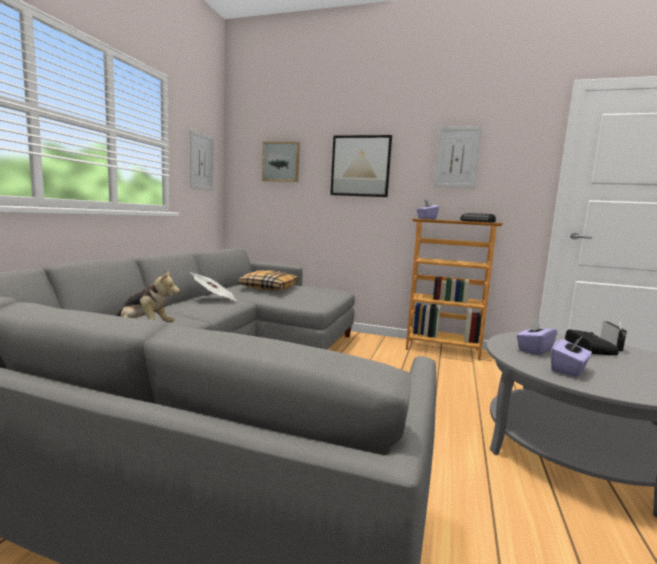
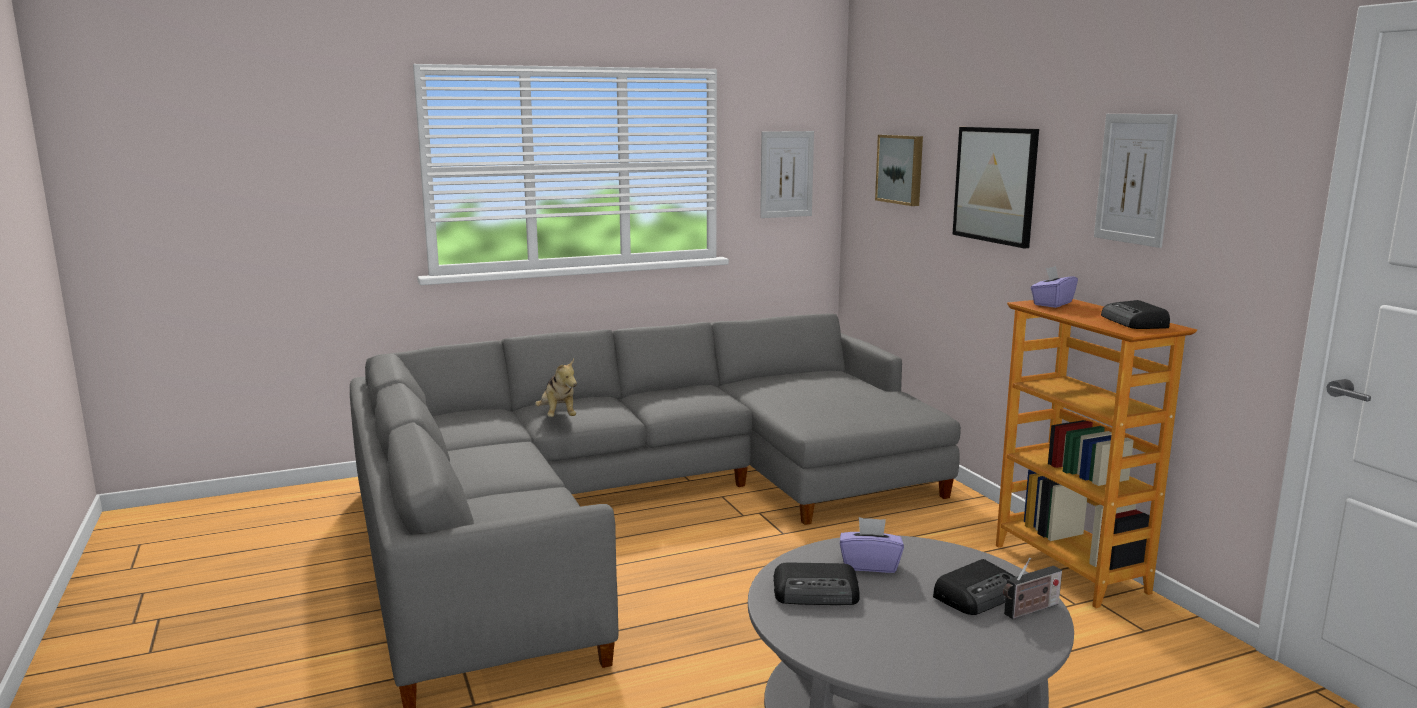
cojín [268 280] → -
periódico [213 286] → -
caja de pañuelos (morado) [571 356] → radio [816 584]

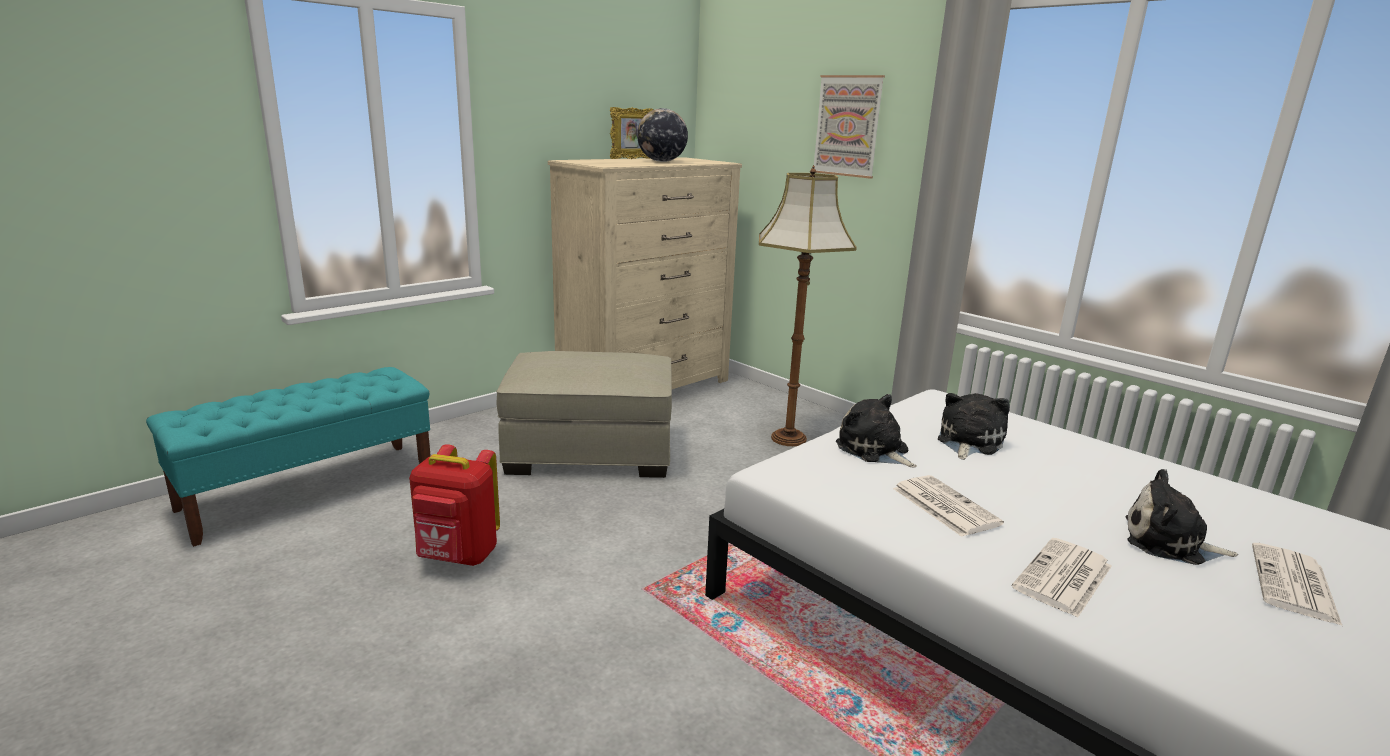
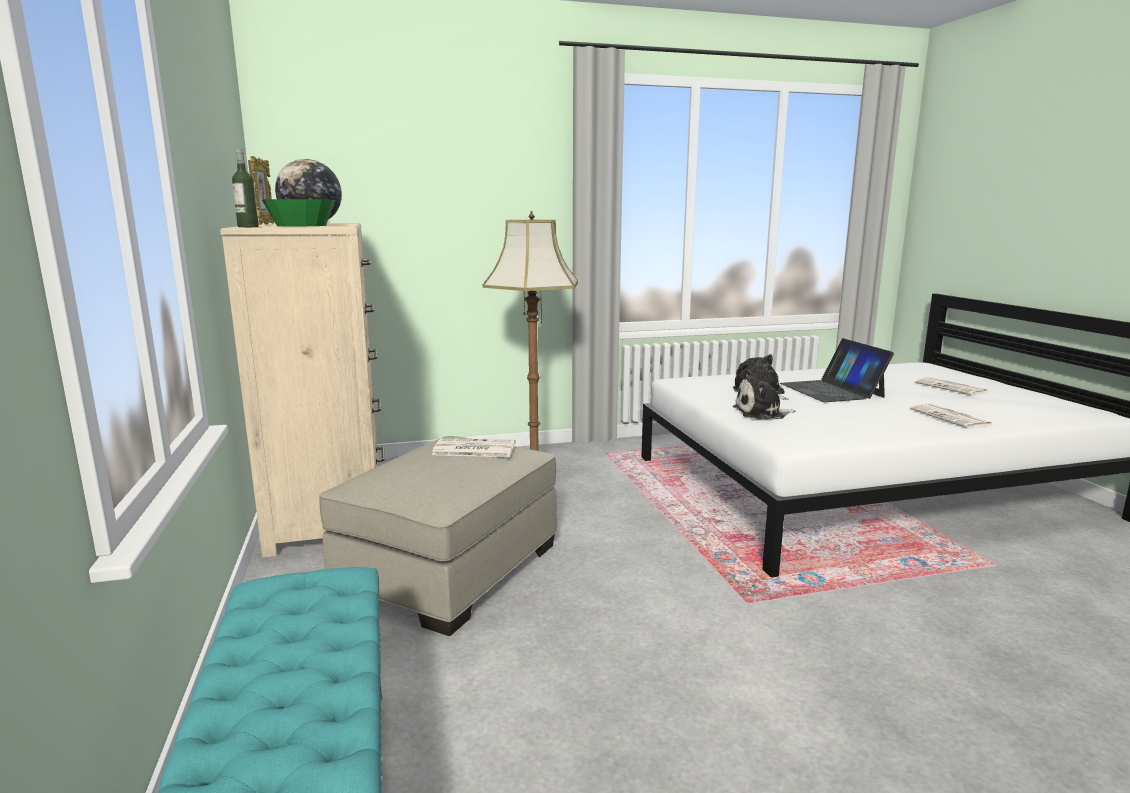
cuadro [849 126] → -
mochila (rojo) [454 505] → -
peluche [1182 517] → -
periódico [948 506] → periódico [473 447], shifted
- → botella [245 188]
- → cuenco (verde) [298 212]
- → portátil [837 370]

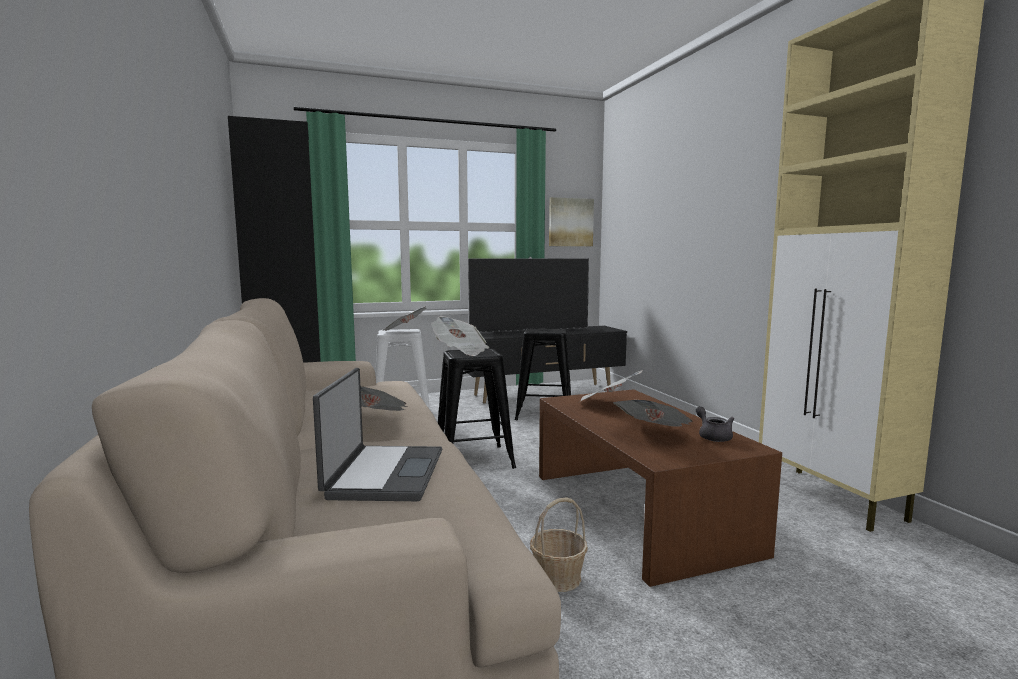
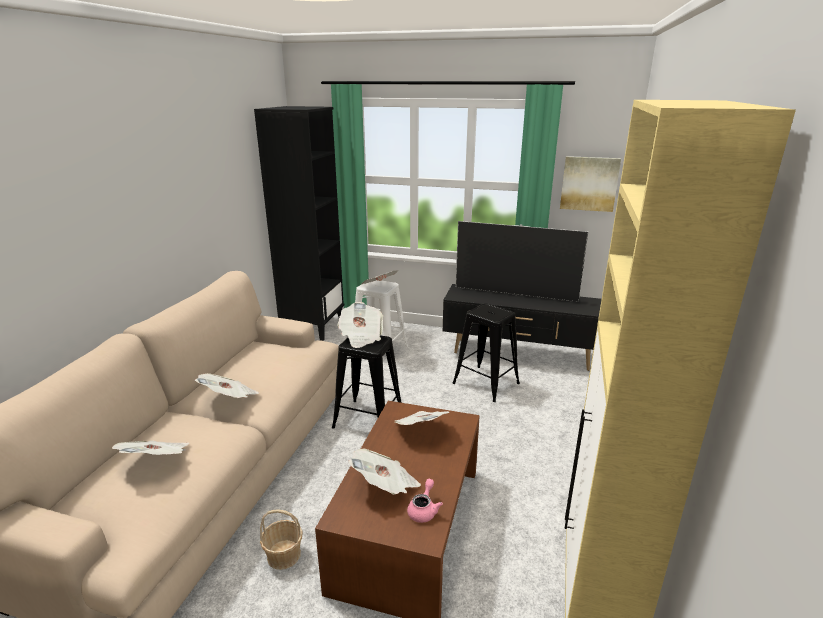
portátil [377 434] → periódico [150 447]
tetera (gris) [715 424] → tetera (rosa) [425 501]

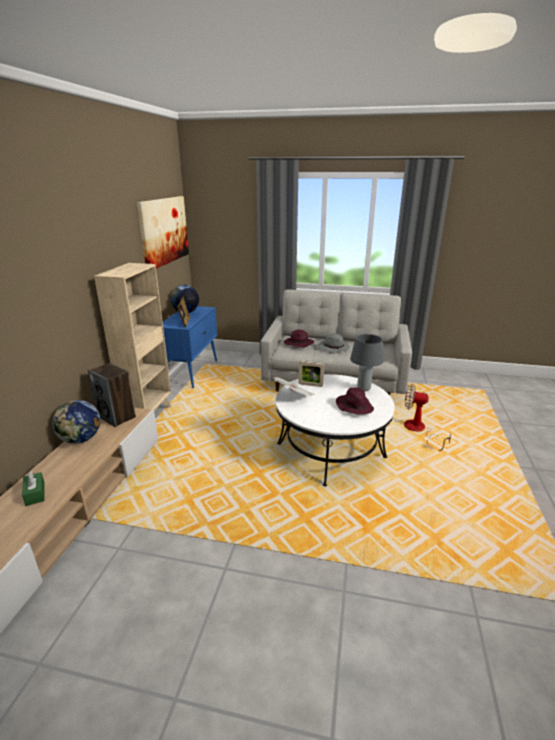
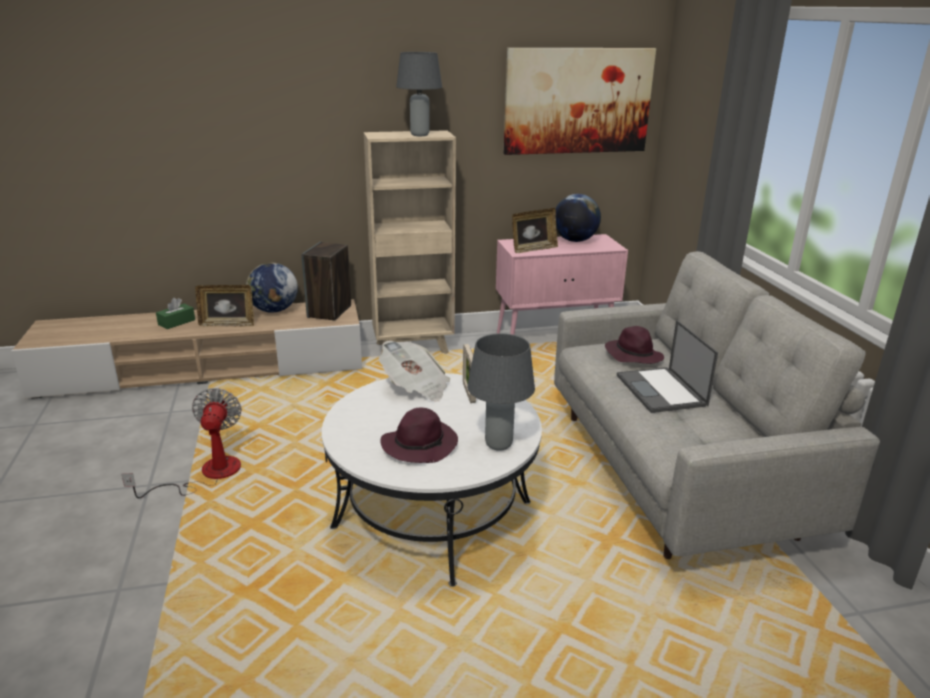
armario (azul) [190 347] → armario (rosa) [562 284]
sombrero (gris) [334 343] → portátil [667 366]
ventilador [427 417] → ventilador [181 443], shifted
- → lámpara de mesa (gris) [419 94]
- → portarretratos [224 306]

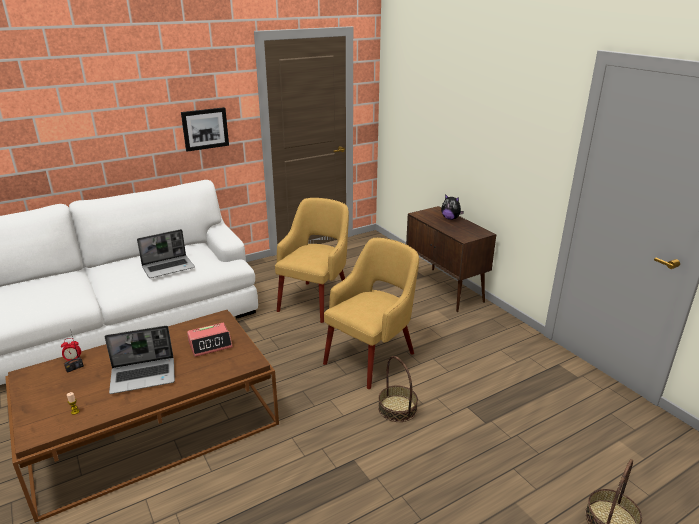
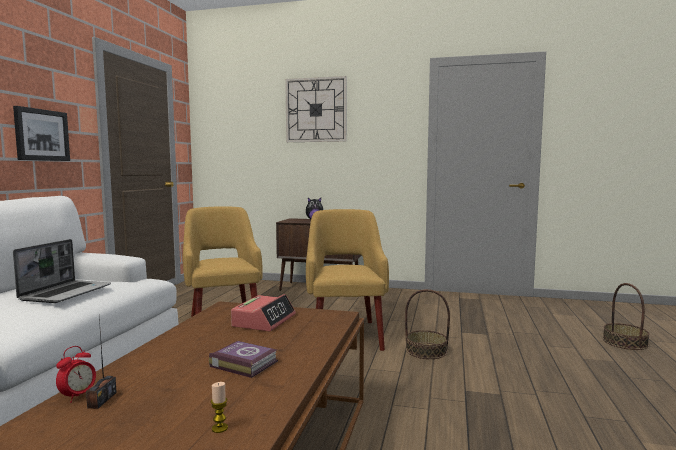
portátil [140 360] → libro [243 359]
- → reloj de pared [316 109]

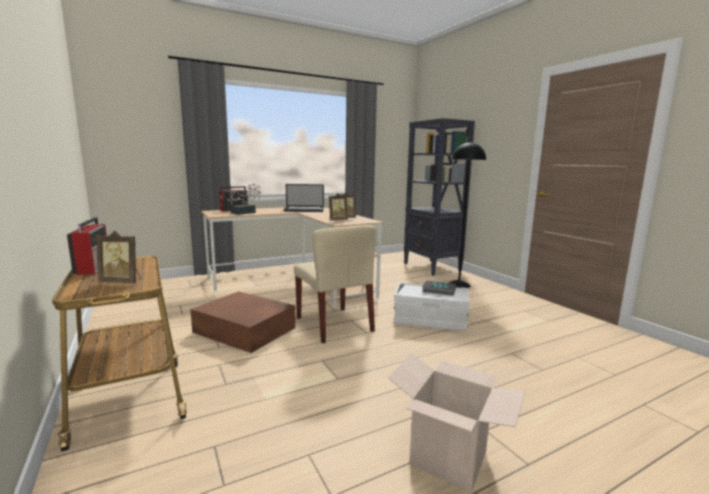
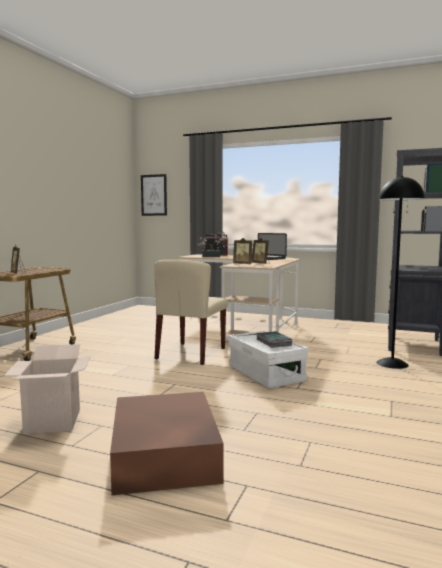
radio [87 246] → -
caja de almacenaje (marrón) [242 322] → caja de almacenaje (marrón) [167 443], shifted
- → cuadro [154 195]

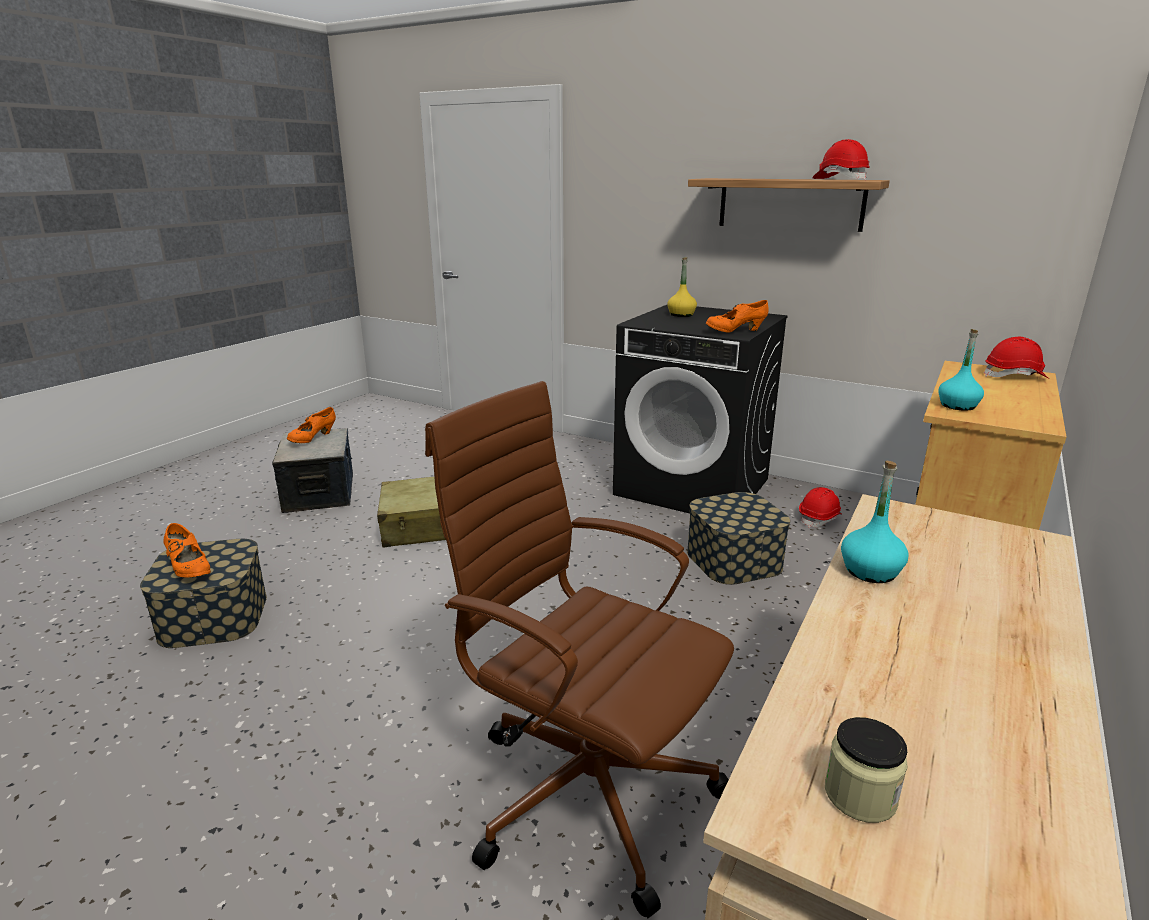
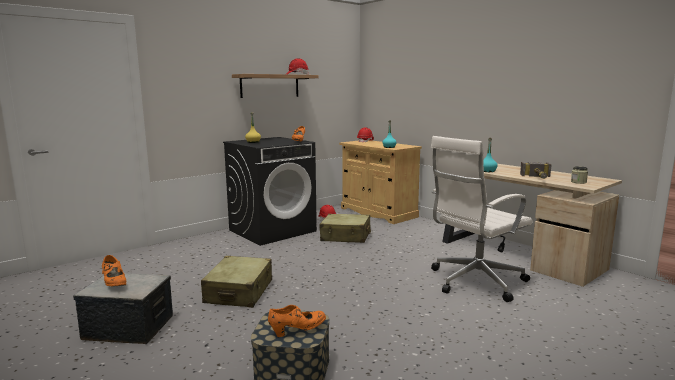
silla de oficina (marrón) [579 650] → silla de oficina (blanco) [482 219]
caja de almacenaje [738 538] → maleta (beis) [345 228]
- → martillo [536 170]

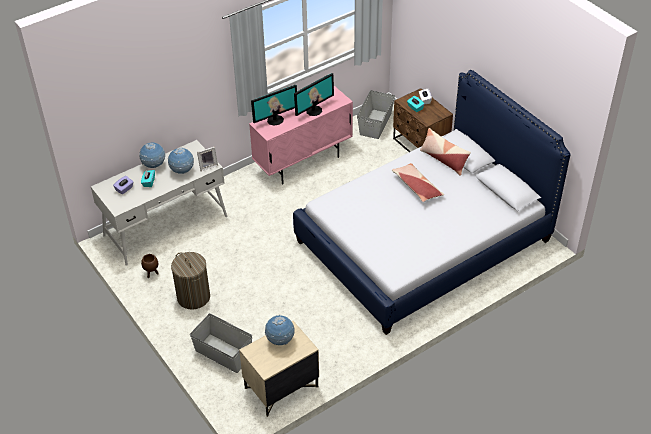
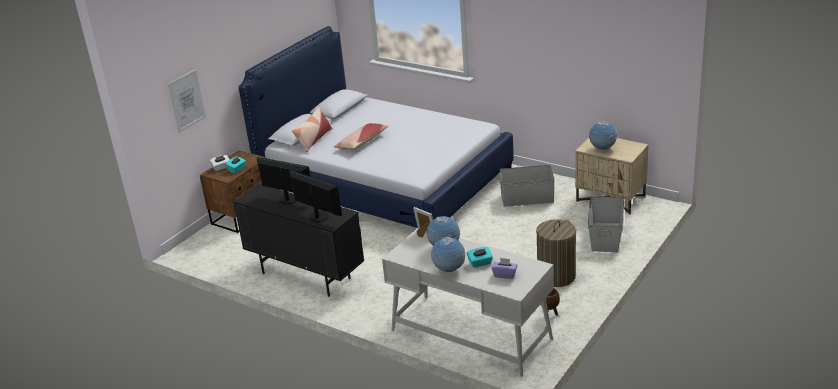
armario (rosa) [301 135] → armario (negro) [299 240]
caja de almacenaje (gris) [376 114] → caja de almacenaje (gris) [527 186], shifted
- → cuadro [187 101]

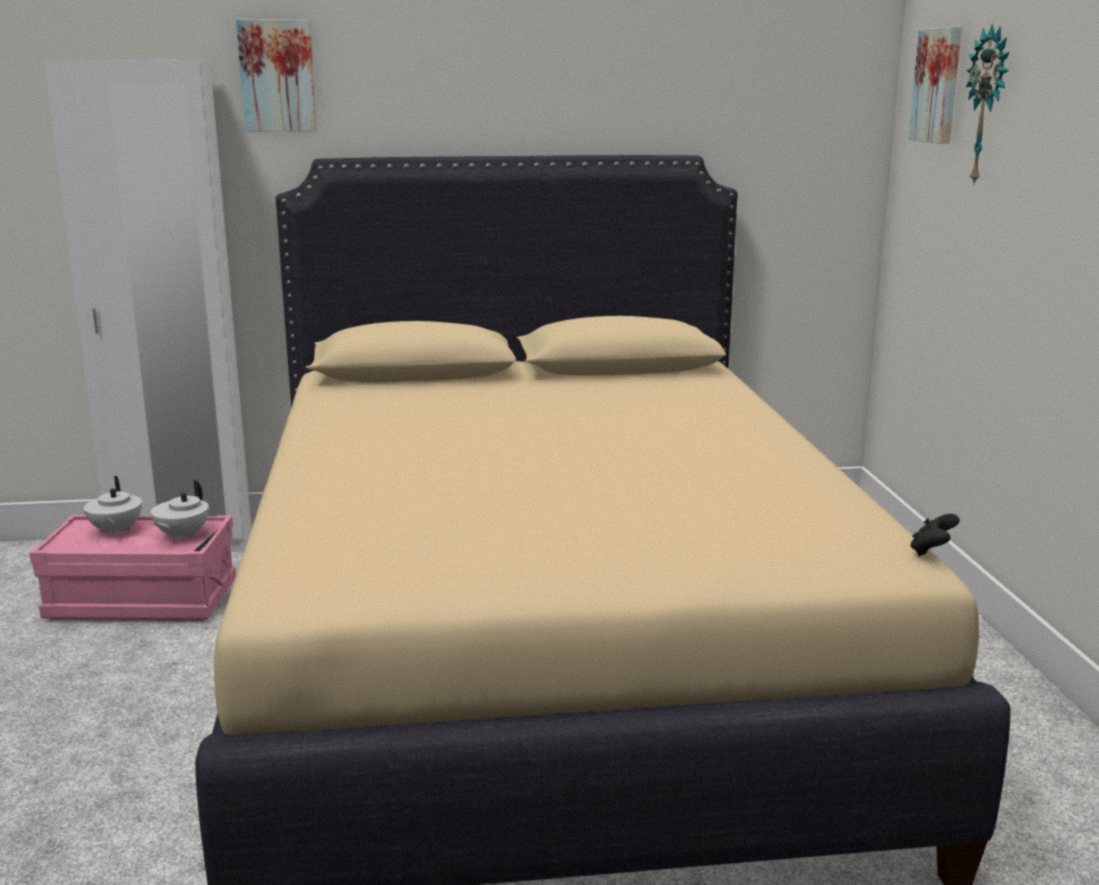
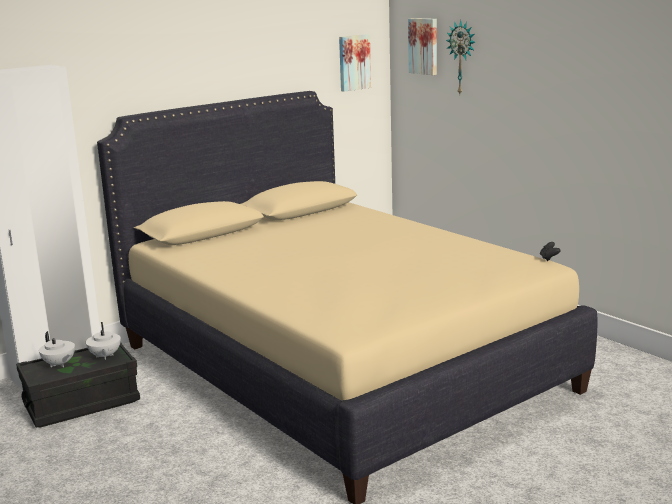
cuadro [276 75] → cuadro [355 63], shifted
caja de almacenaje (rosa) [132 568] → caja de almacenaje (negro) [78 385]

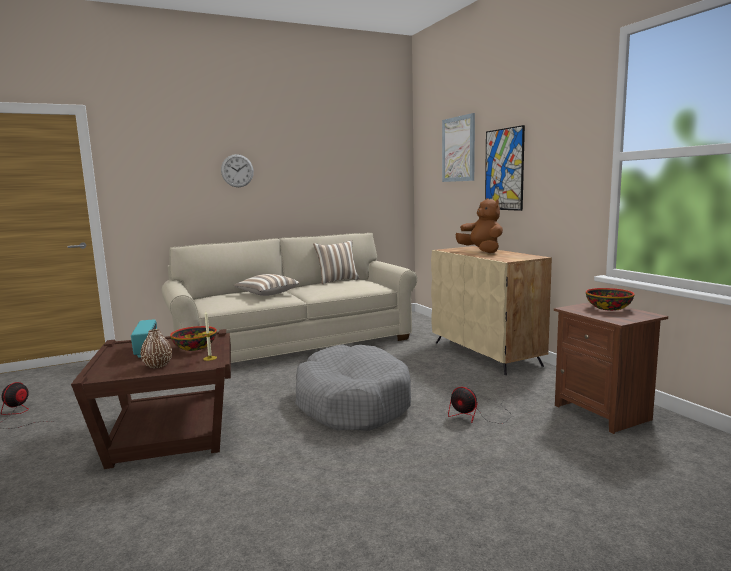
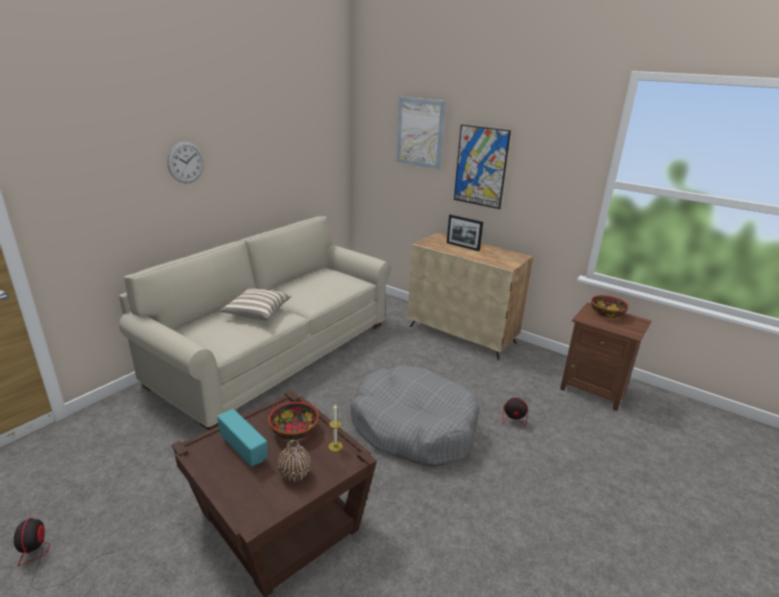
peluche (marrón) [479 225] → portarretratos [465 233]
cojín [336 262] → -

